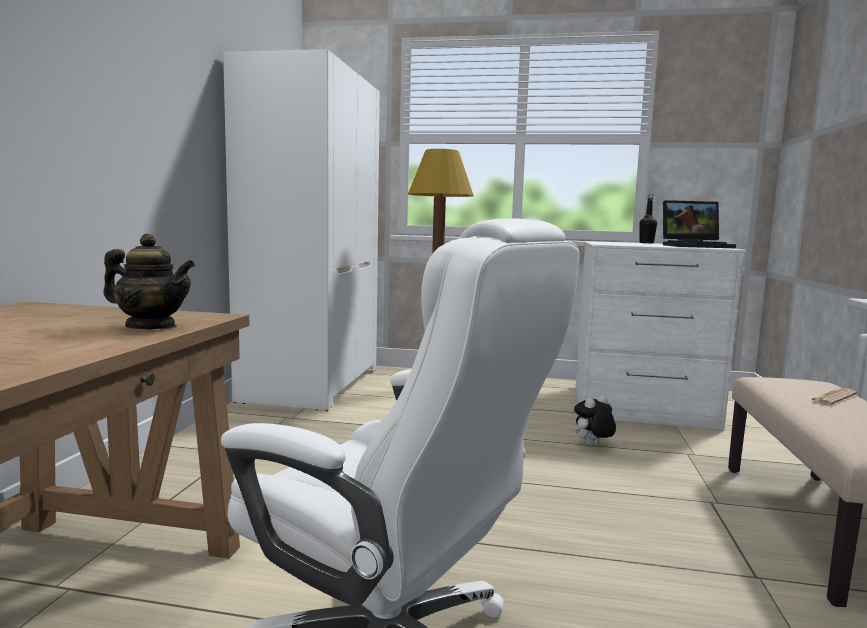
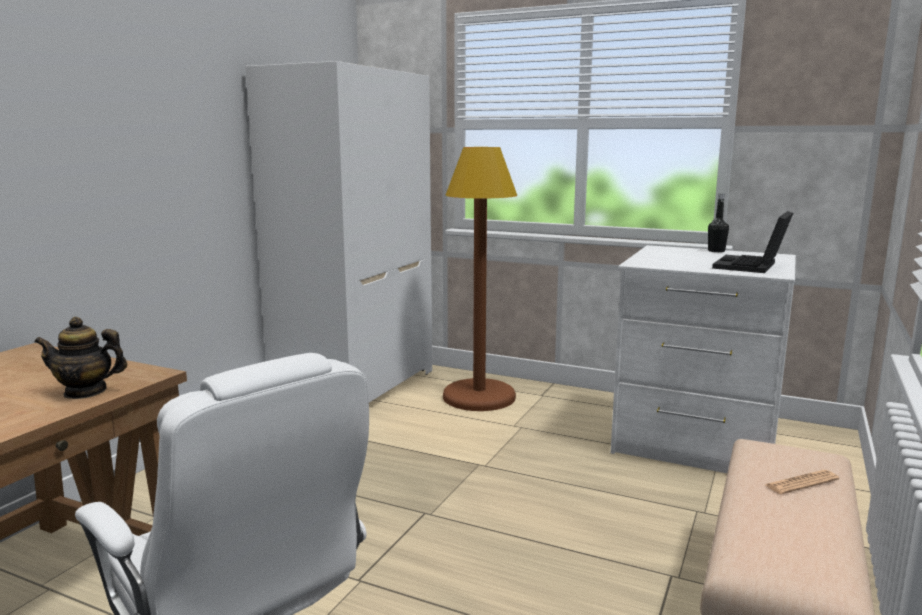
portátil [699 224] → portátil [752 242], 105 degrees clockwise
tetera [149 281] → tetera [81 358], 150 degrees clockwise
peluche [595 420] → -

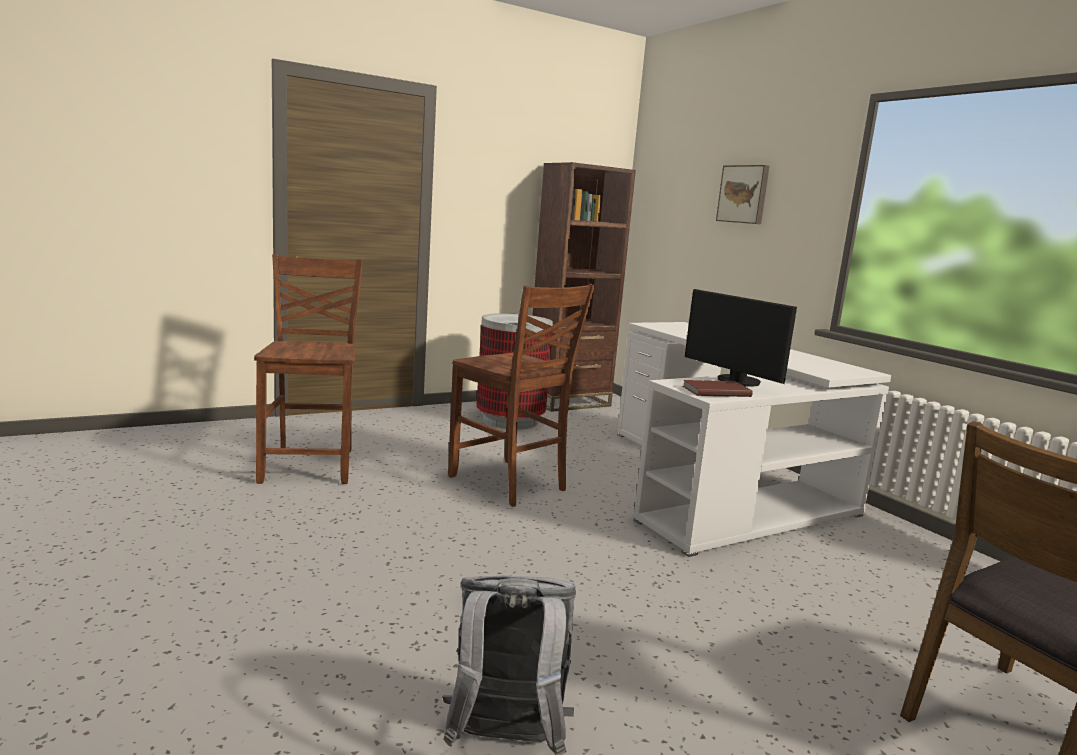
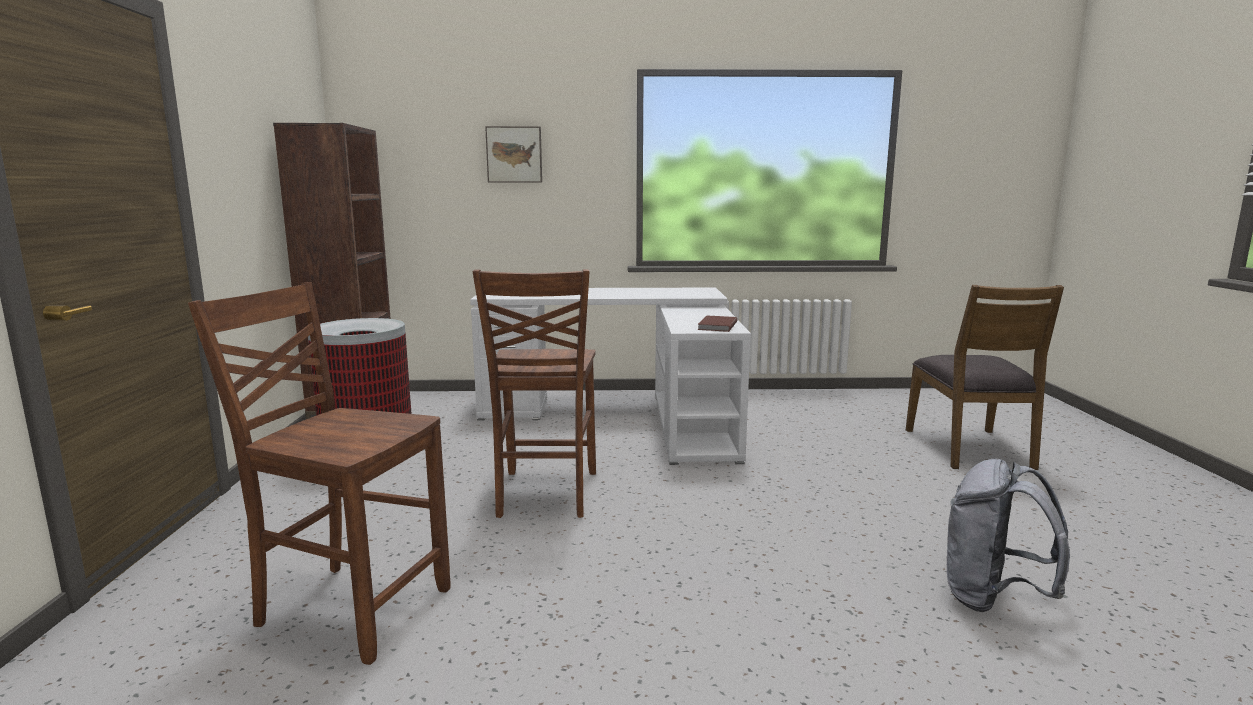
silla (marrón) [521 395] → silla (marrón) [534 393], 105 degrees clockwise
monitor [741 338] → -

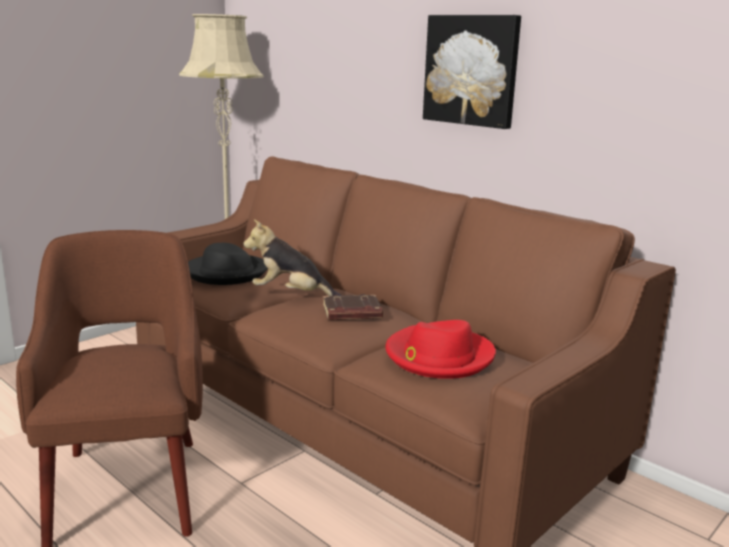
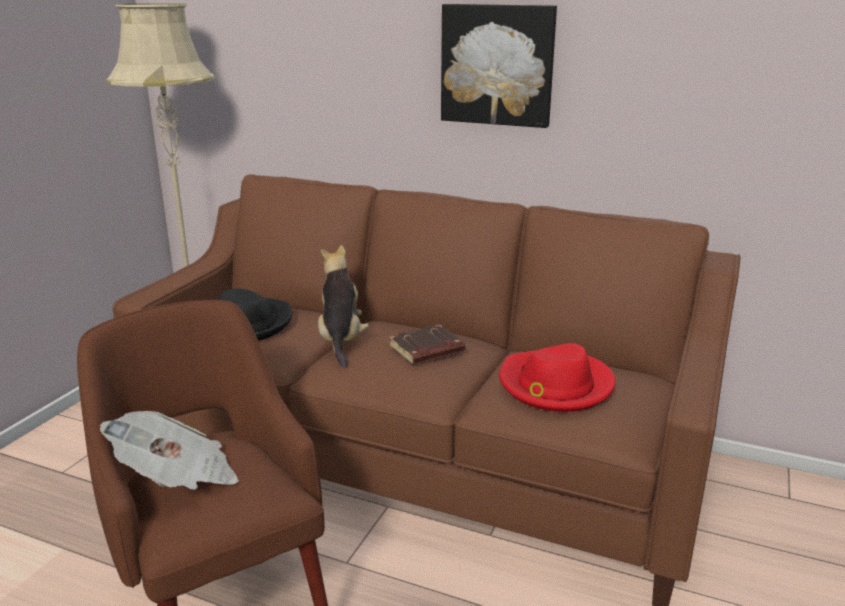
peluche [292 257] → peluche [343 306], 90 degrees clockwise
- → periódico [169 450]

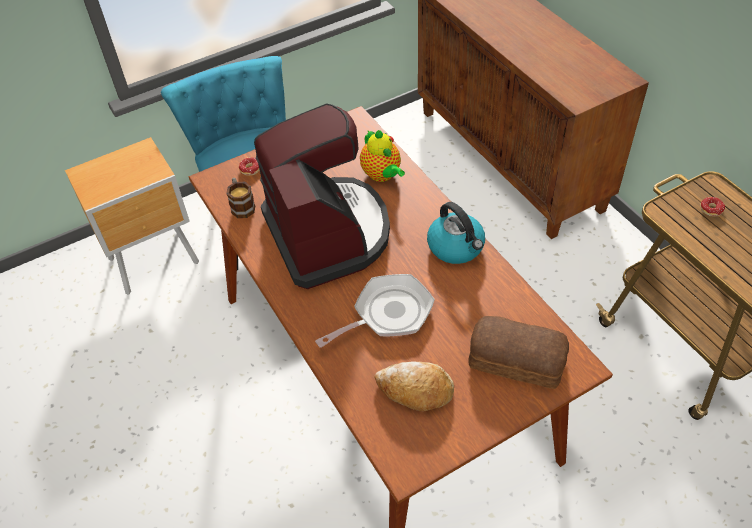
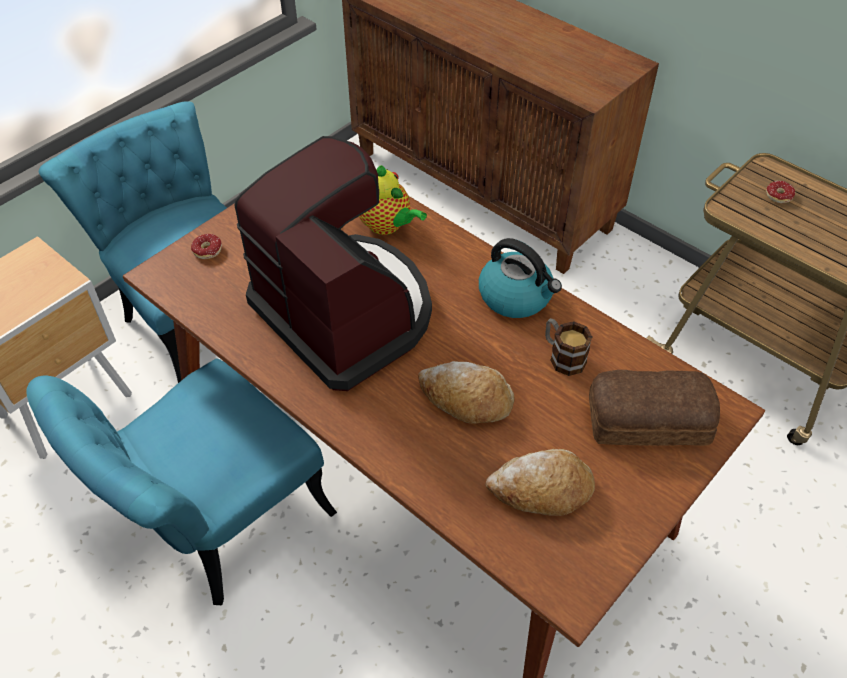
taza grande [240 198] → taza grande [568 347], shifted
sartén [375 311] → pan [466 392]
- → silla (turquesa) [181 482]

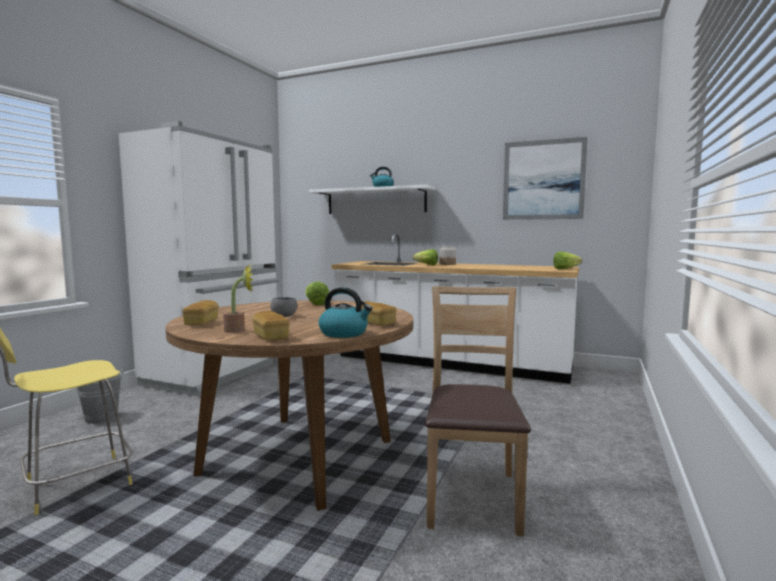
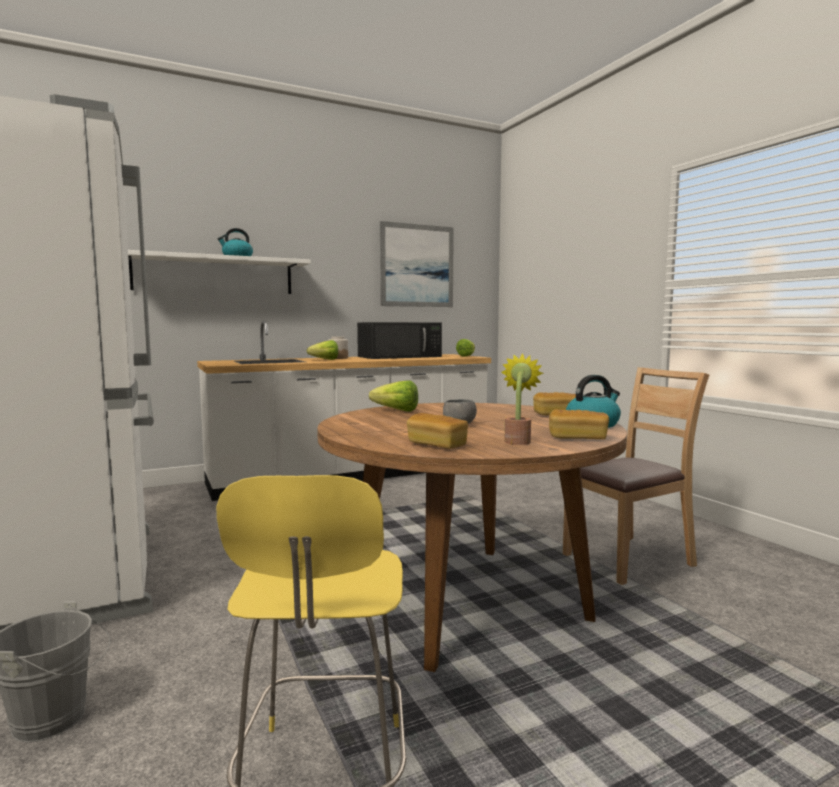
silla (marrón) [478 411] → silla (marrón) [636 476], 105 degrees clockwise
- → microondas (negro) [399 340]

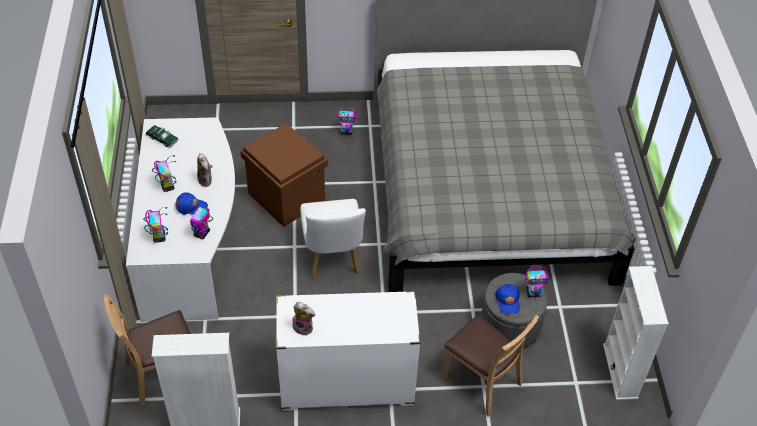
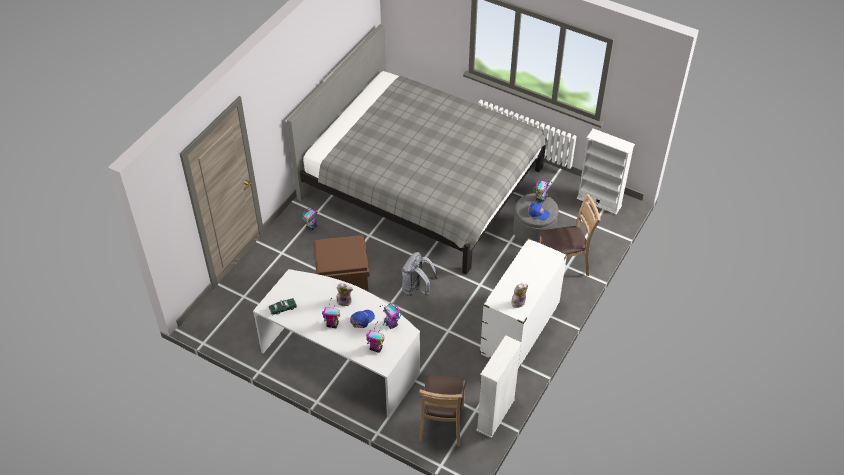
silla (blanco) [333 238] → mochila (gris) [419 274]

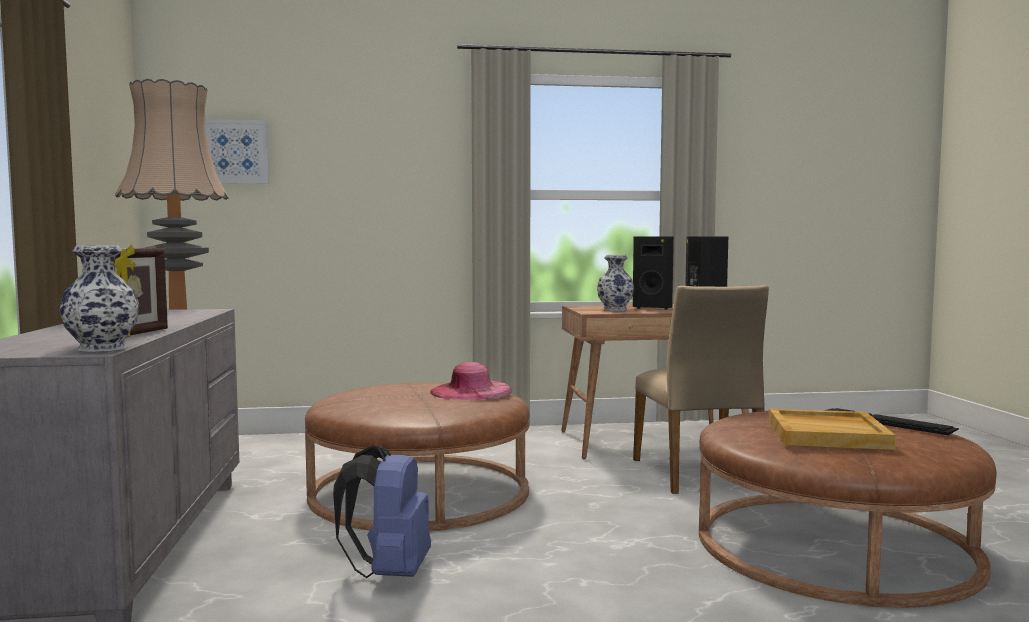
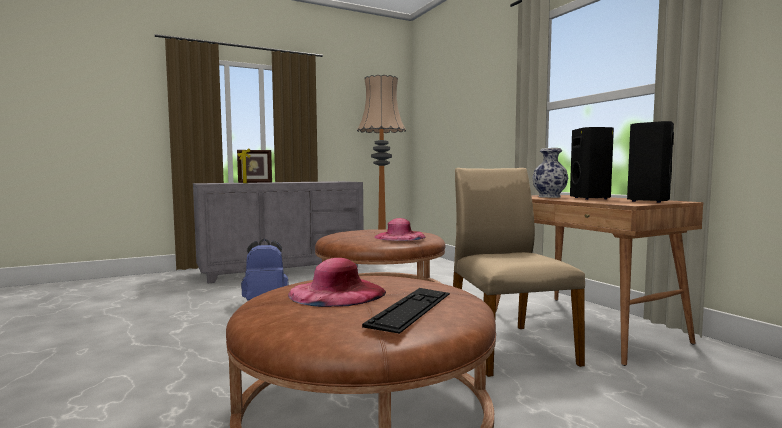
cuadro [237 151] → -
florero [99 298] → -
silla (beis) [701 389] → silla (beis) [519 272], 105 degrees clockwise
bandeja (beis) [832 429] → sombrero (rosa) [337 282]

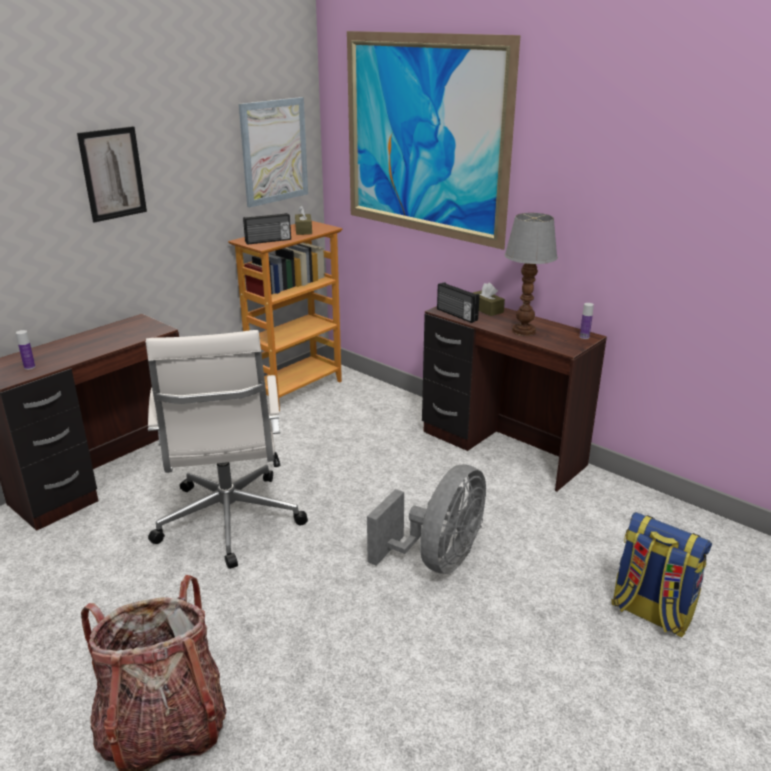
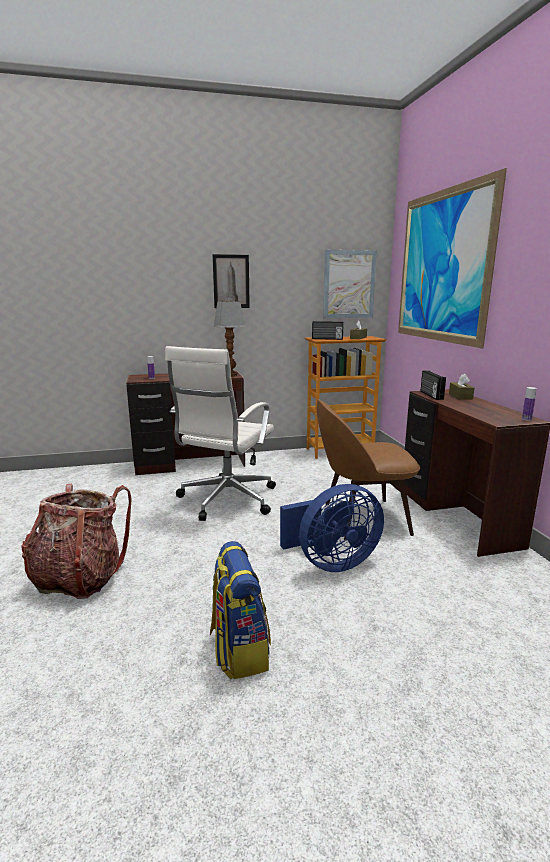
lámpara de mesa [531 274] → lámpara de mesa [229 339], shifted
ventilador (gris) [426 519] → ventilador (azul) [332 528]
mochila [661 574] → mochila [240 610], shifted
- → silla (marrón) [368 470]

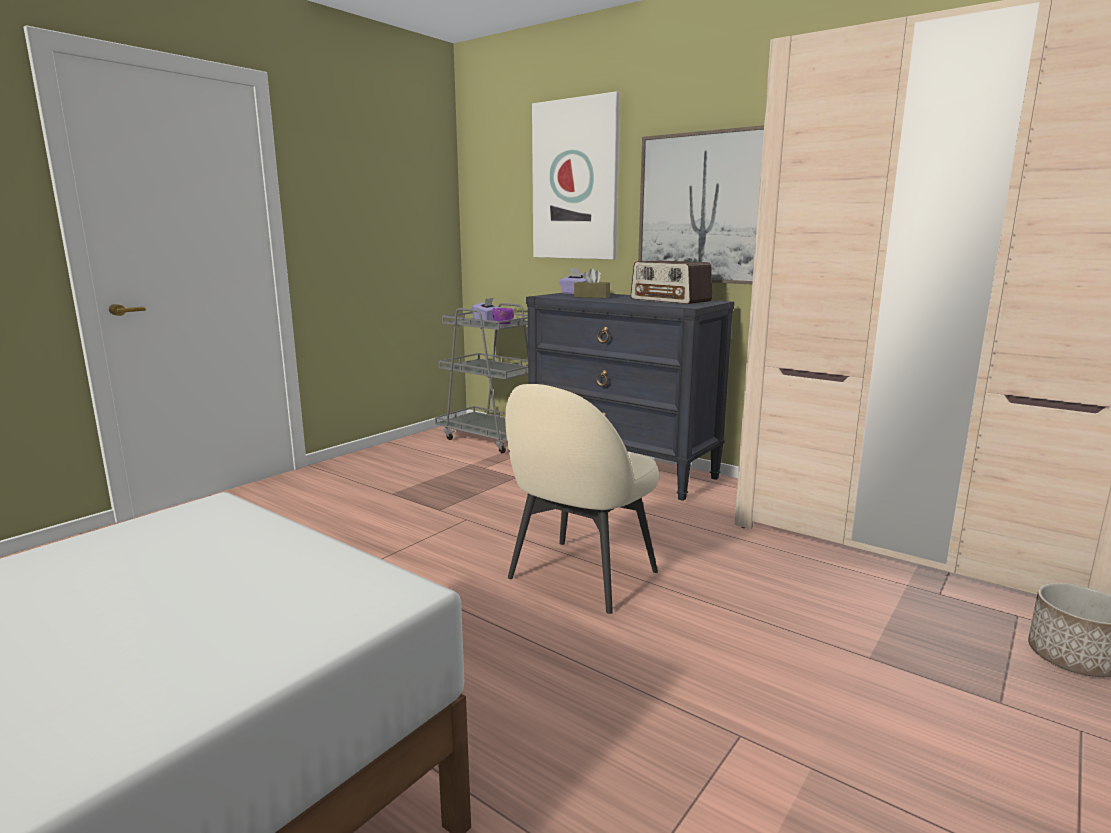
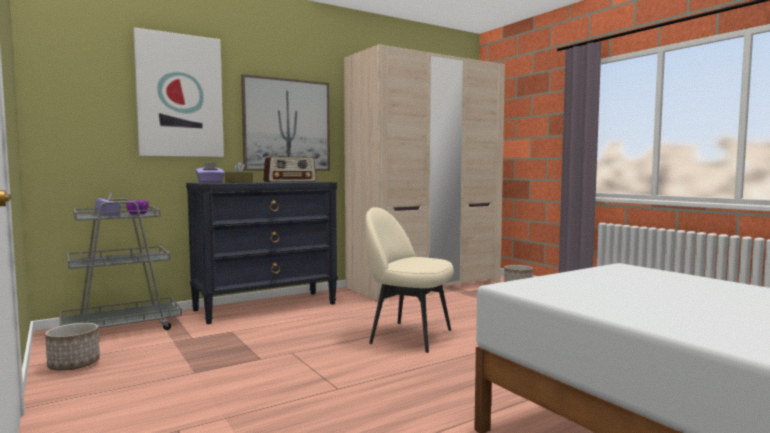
silla (beis) [582 499] → silla (beis) [409 280], 150 degrees clockwise
- → maceta [72 347]

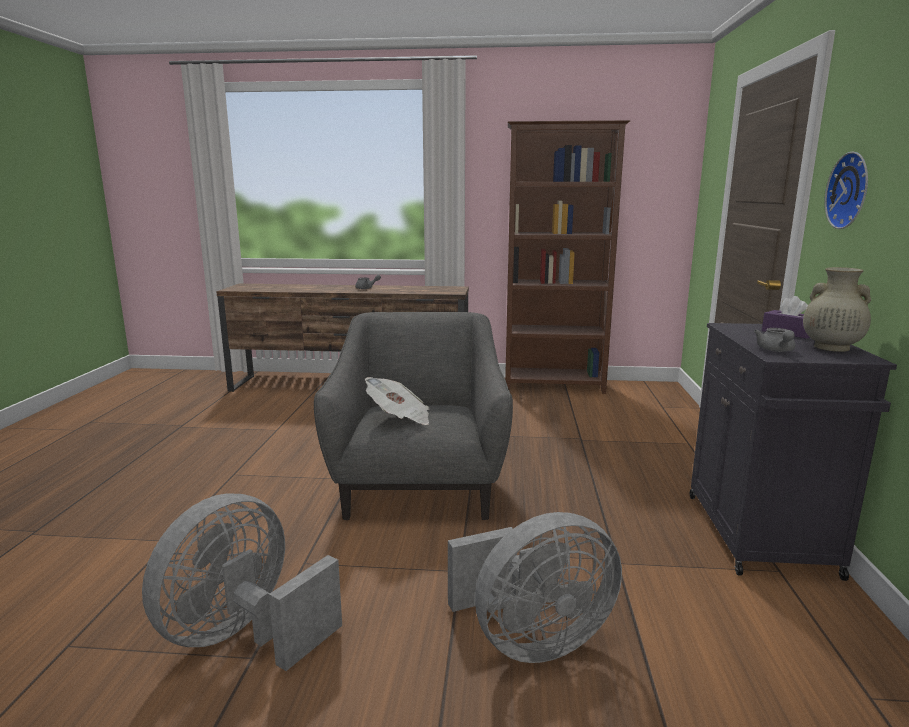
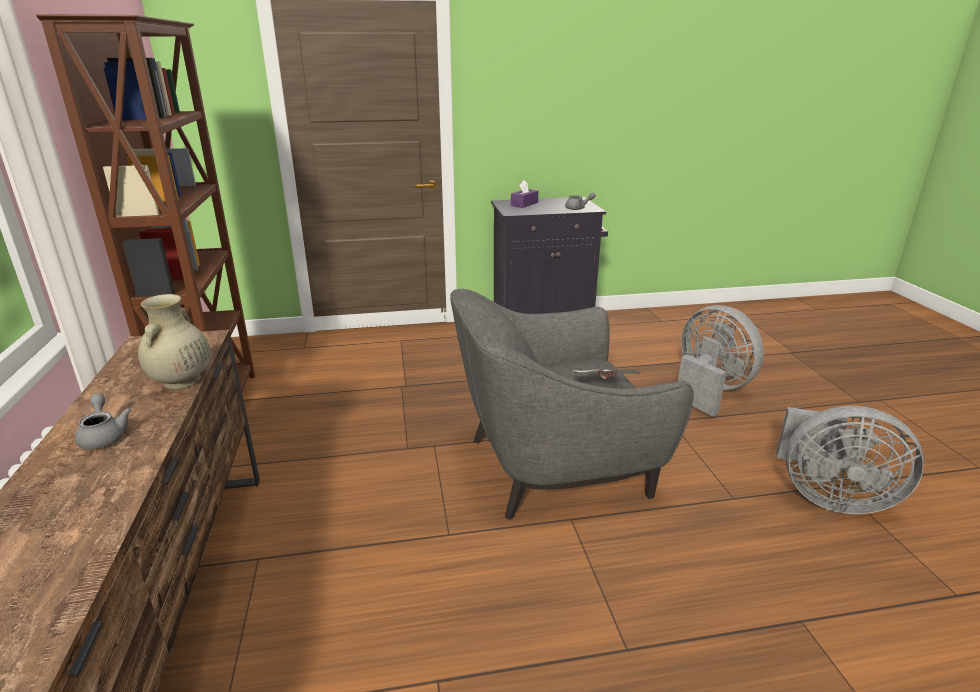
reloj de pared [846 190] → -
florero (beis) [837 309] → florero (beis) [174 341], shifted

